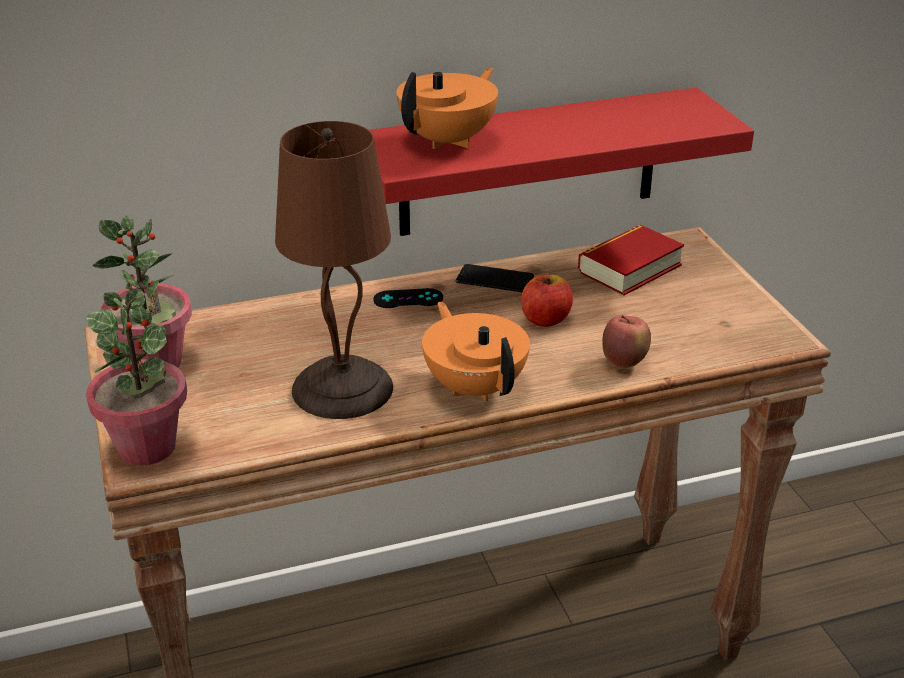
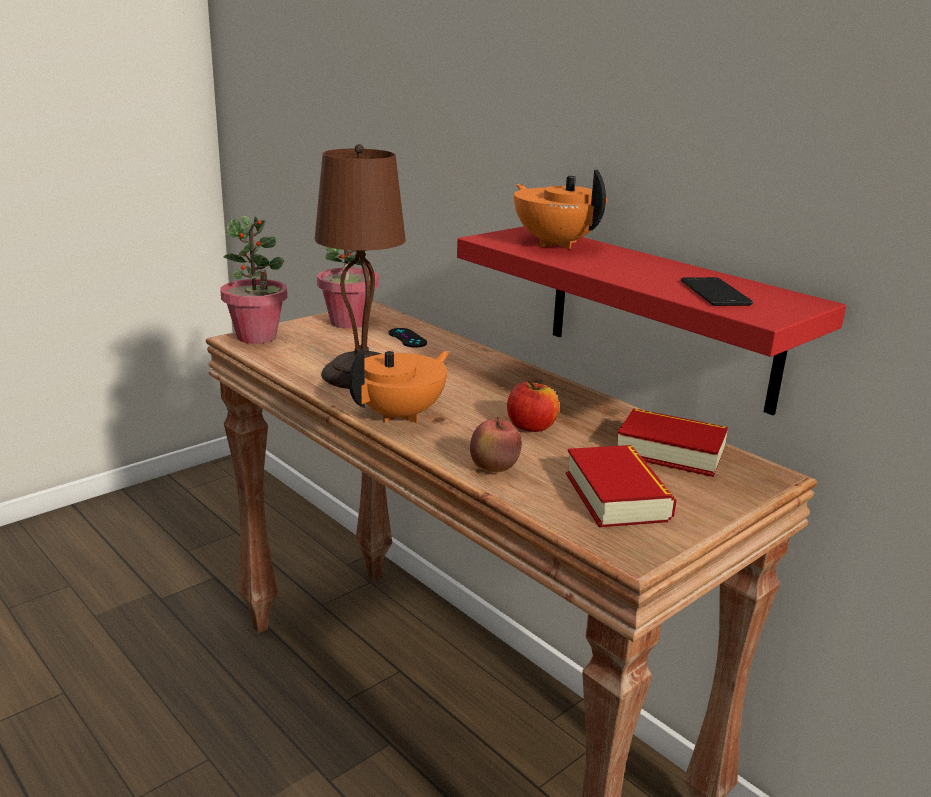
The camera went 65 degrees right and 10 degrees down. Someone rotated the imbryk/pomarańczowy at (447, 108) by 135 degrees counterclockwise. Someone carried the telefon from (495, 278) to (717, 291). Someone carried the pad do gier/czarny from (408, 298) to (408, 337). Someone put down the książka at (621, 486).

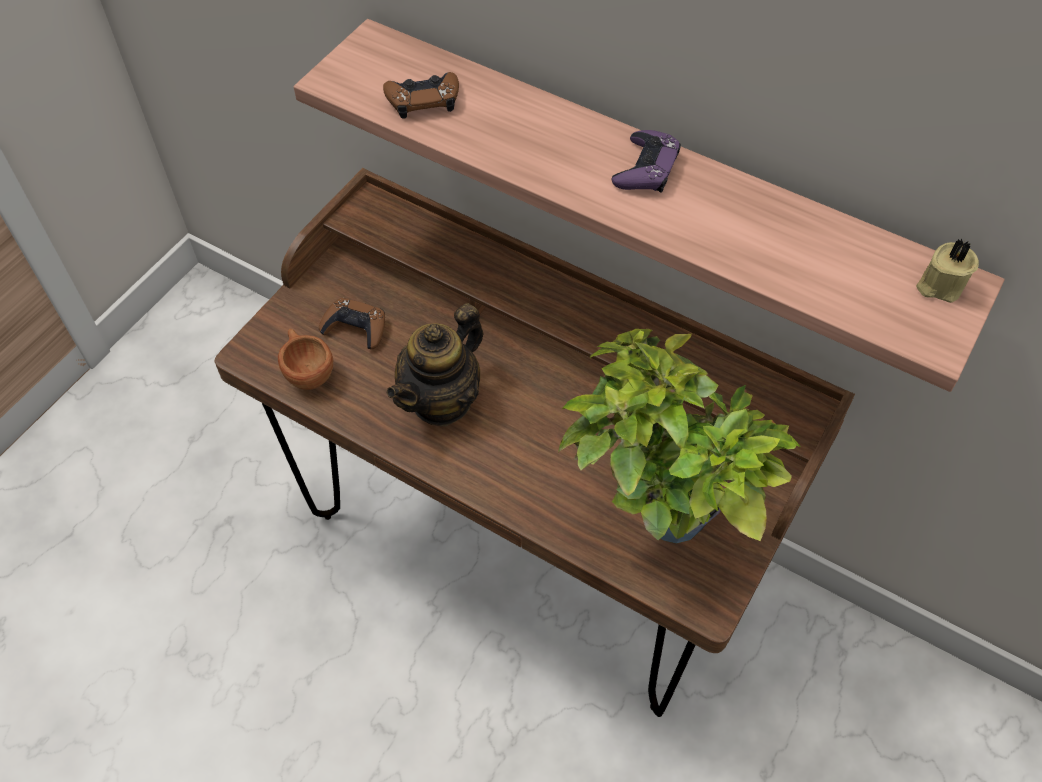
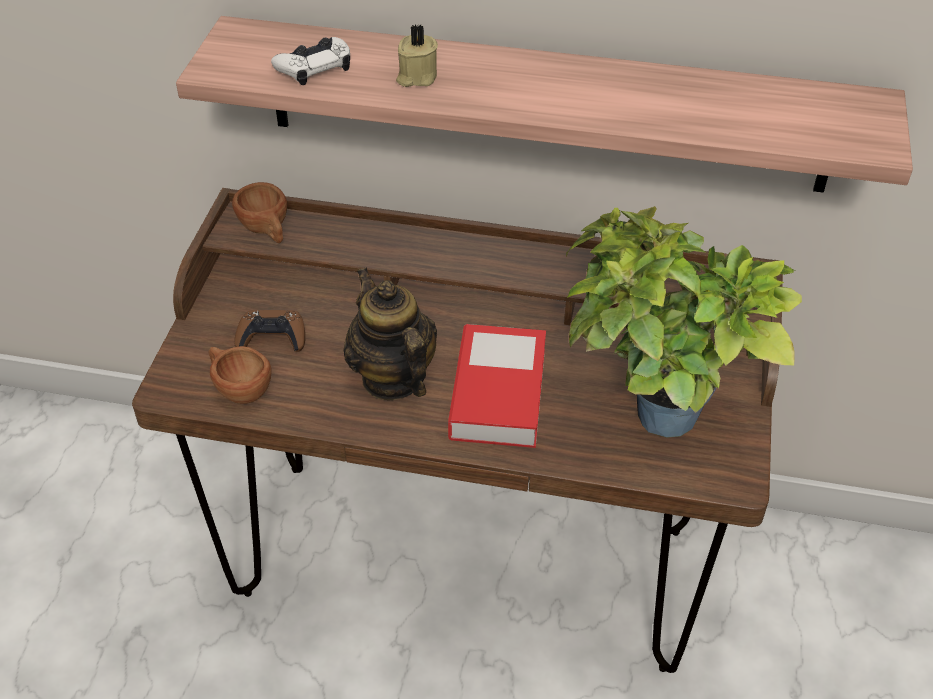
The camera went 20 degrees left and 10 degrees down. Someone repainted the pad do gier/brązowy at (421, 95), which became the pad do gier/biały at (310, 61). Someone took away the pad do gier/fioletowy at (646, 161). Someone carried the świeca/beżowy from (947, 270) to (417, 56). Someone rotated the imbryk at (435, 365) by 135 degrees clockwise. Someone put down the filiżanka/brązowy at (259, 212). Someone put down the książka at (497, 386).

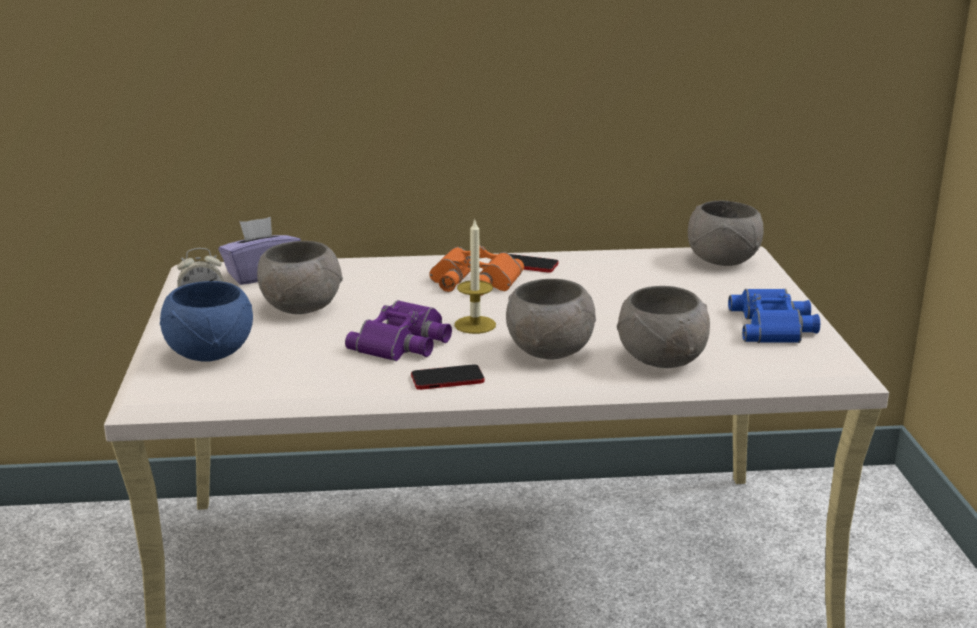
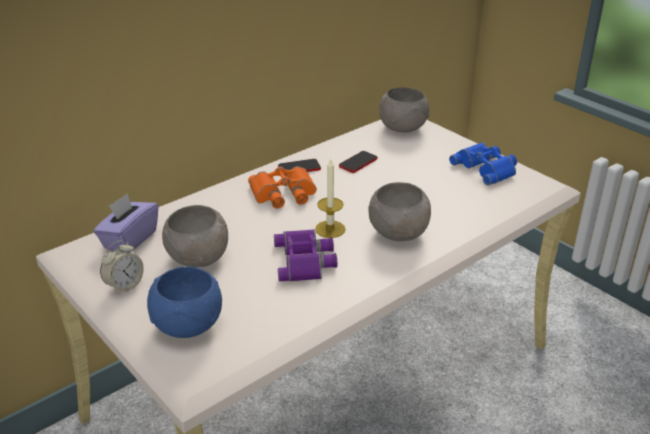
The camera went 35 degrees left and 10 degrees up. Someone took away the miska/szary at (663, 327). Someone carried the telefon from (448, 377) to (358, 162).

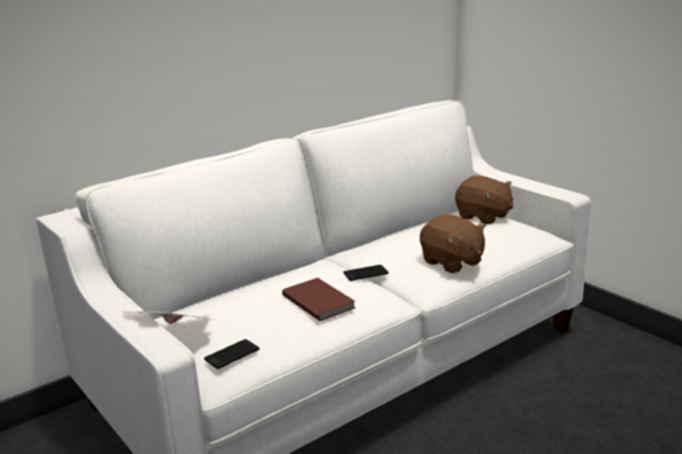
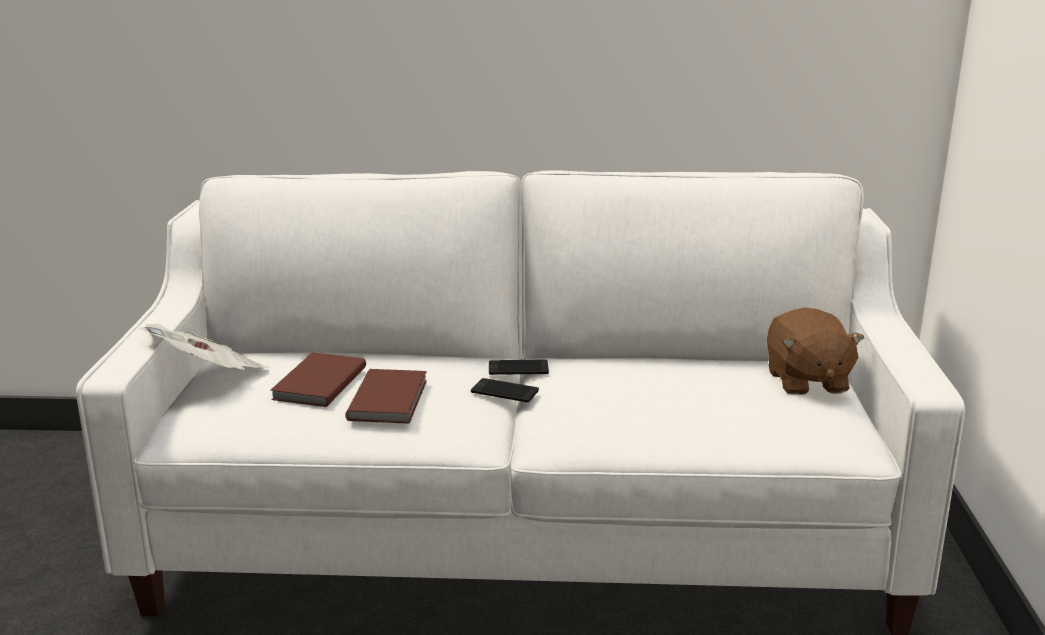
The camera went 40 degrees right and 0 degrees up. Someone took away the pluszak/brązowy at (453, 243). Someone carried the telefon from (231, 354) to (519, 367). Someone put down the książka/brązowy at (318, 379).

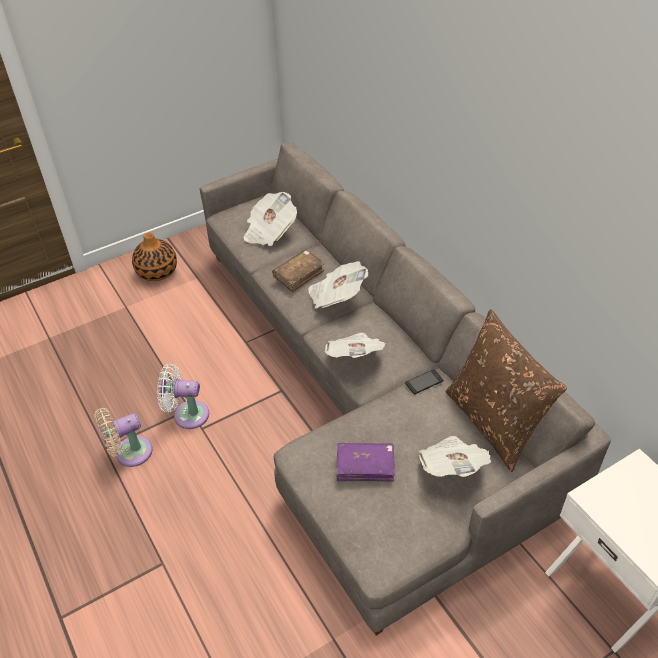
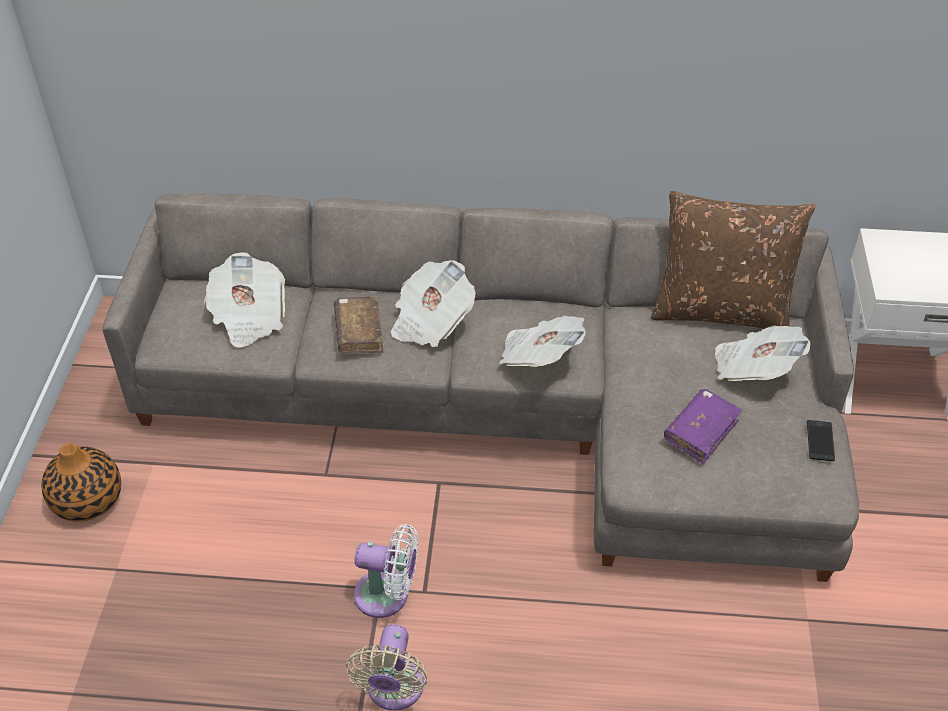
The camera went 55 degrees left and 0 degrees up. Someone rotated the wentylator/biały at (183, 396) by 120 degrees counterclockwise. Someone carried the telefon from (424, 381) to (821, 440).

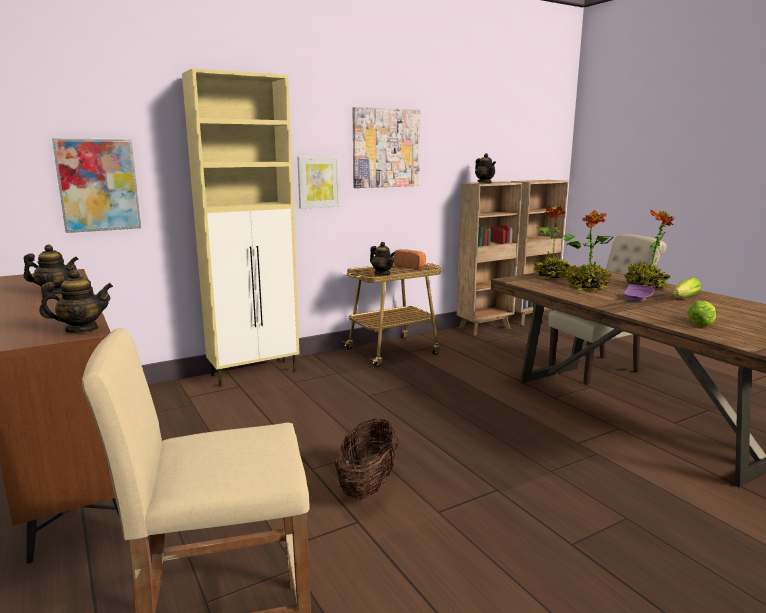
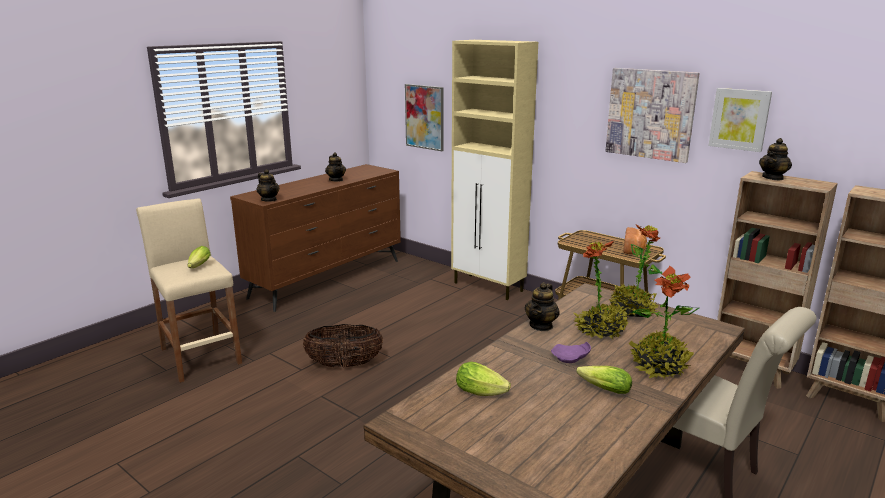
The camera went 70 degrees right and 5 degrees up. Someone carried the obraz from (318, 182) to (740, 120). Someone carried the imbryk from (382, 258) to (542, 306). Someone put down the sałata at (199, 257).

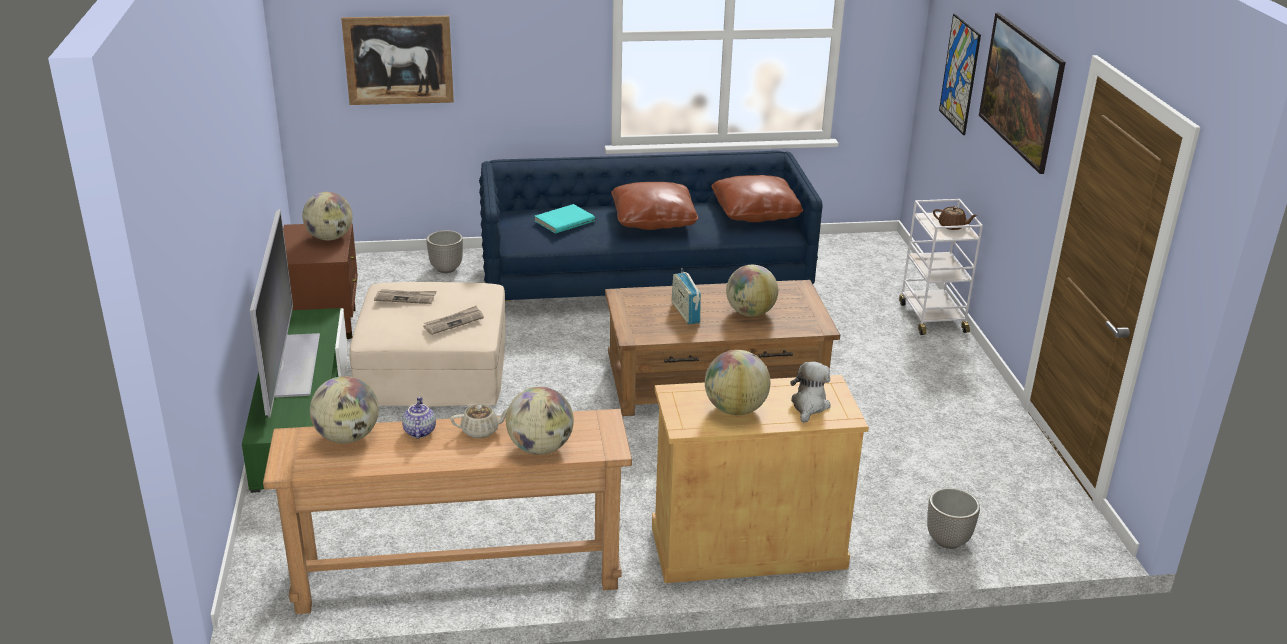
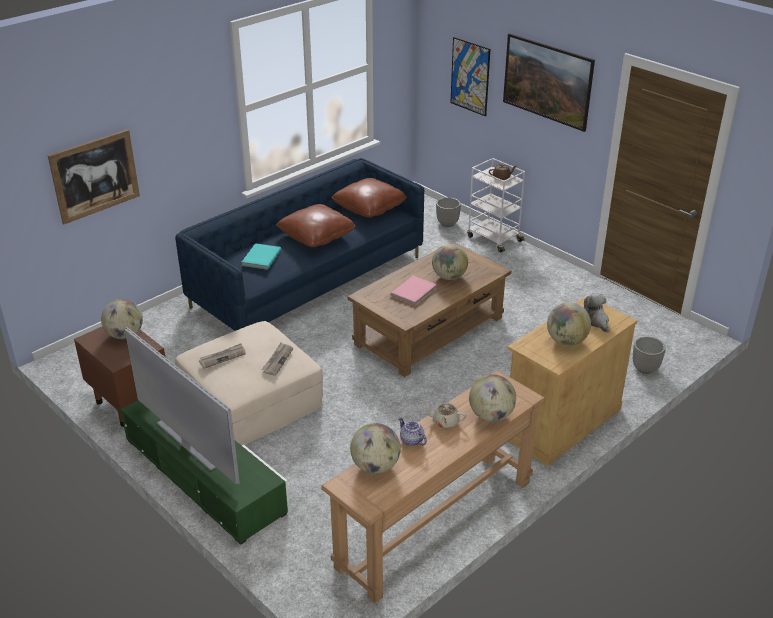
The camera went 35 degrees left and 5 degrees up. Someone carried the donica from (444, 251) to (448, 212). Someone swapped the radio at (686, 296) for the książka/różowy at (414, 291). Someone rotated the imbryk/beżowy at (479, 421) by 120 degrees counterclockwise.

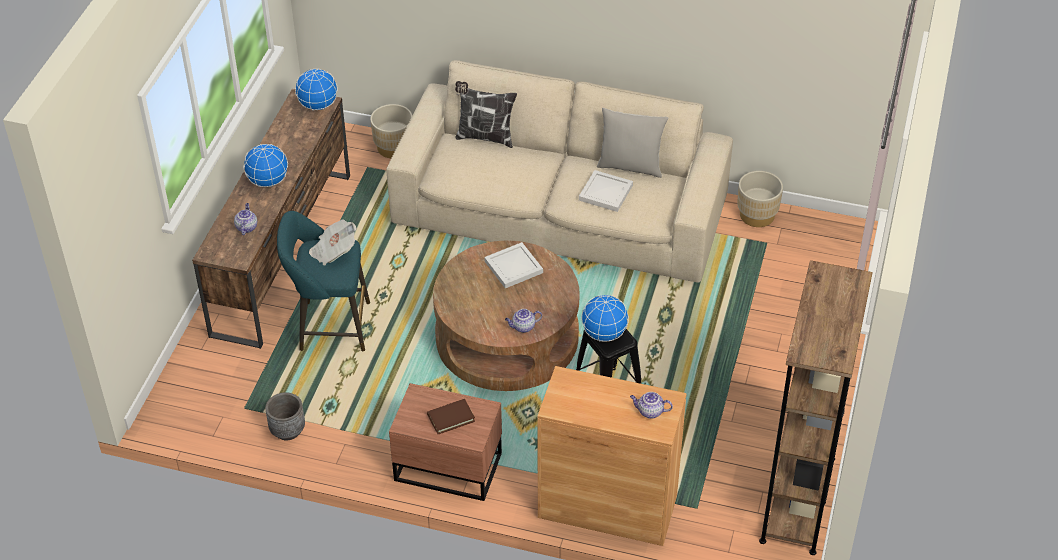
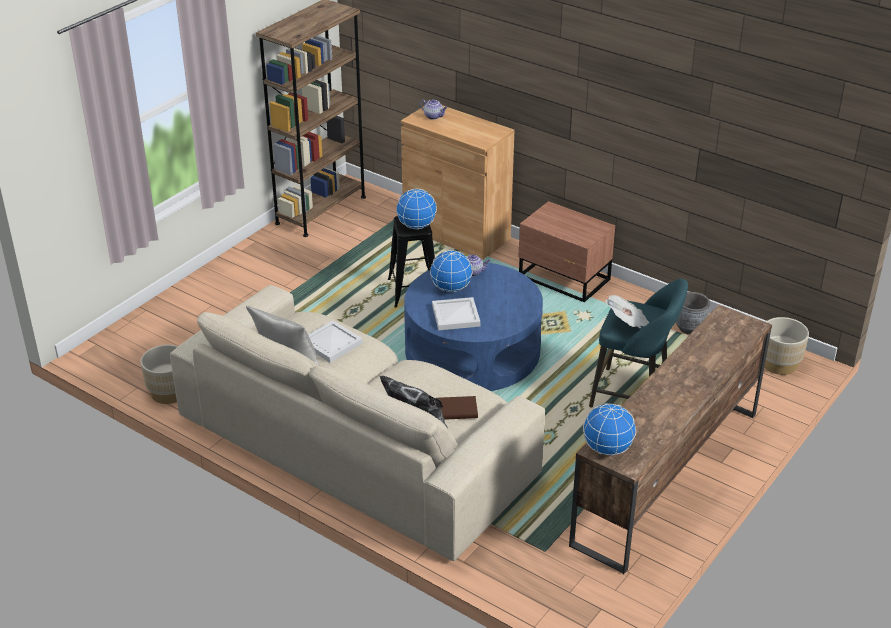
The camera went 160 degrees left and 10 degrees down. Someone carried the donica/beżowy from (391, 131) to (786, 346). Someone carried the globus from (266, 165) to (451, 271). Someone took away the imbryk at (245, 219). Someone repainted the ława/brązowy at (506, 316), which became the ława/niebieski at (473, 326). Someone carried the książka/brązowy from (451, 416) to (457, 408).

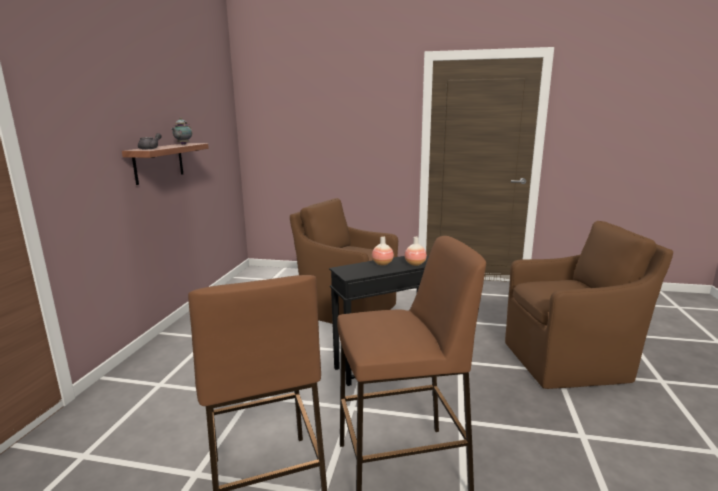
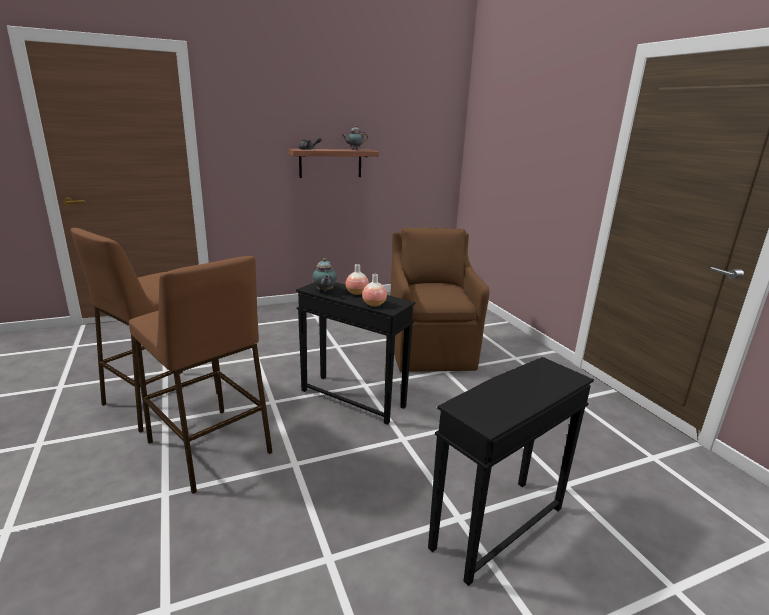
The camera went 55 degrees right and 5 degrees up. Someone swapped the fotel/brązowy at (589, 305) for the stolik/czarny at (511, 471). Someone put down the imbryk at (324, 275).

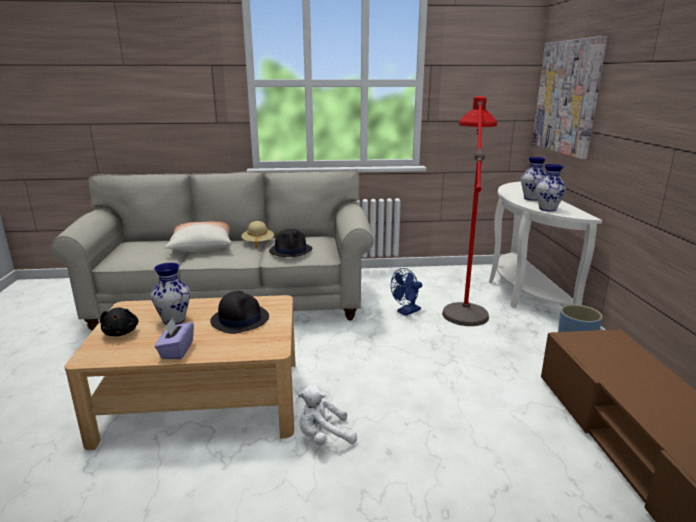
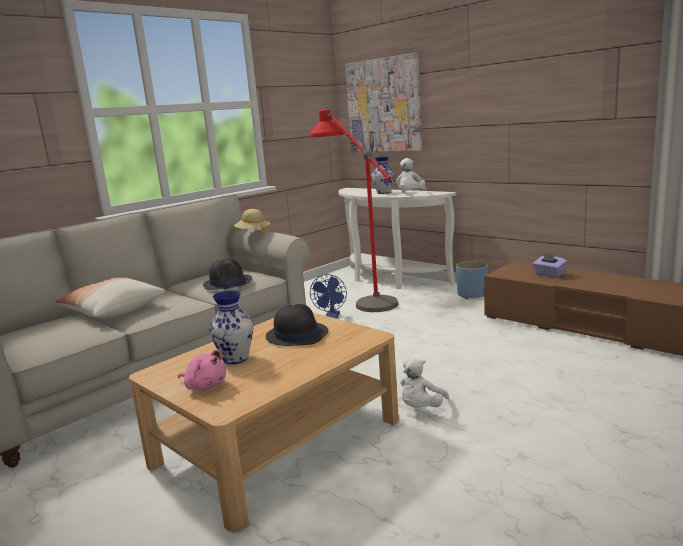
The camera went 40 degrees left and 5 degrees down. Someone swapped the wazon at (551, 187) for the pluszak/biały at (411, 175). Someone carried the kapelusz/beżowy from (257, 234) to (252, 222). Someone repainted the pluszak/czarny at (119, 321), which became the pluszak/różowy at (202, 369). Someone carried the pudełko chusteczek/fioletowy from (174, 338) to (550, 265).

